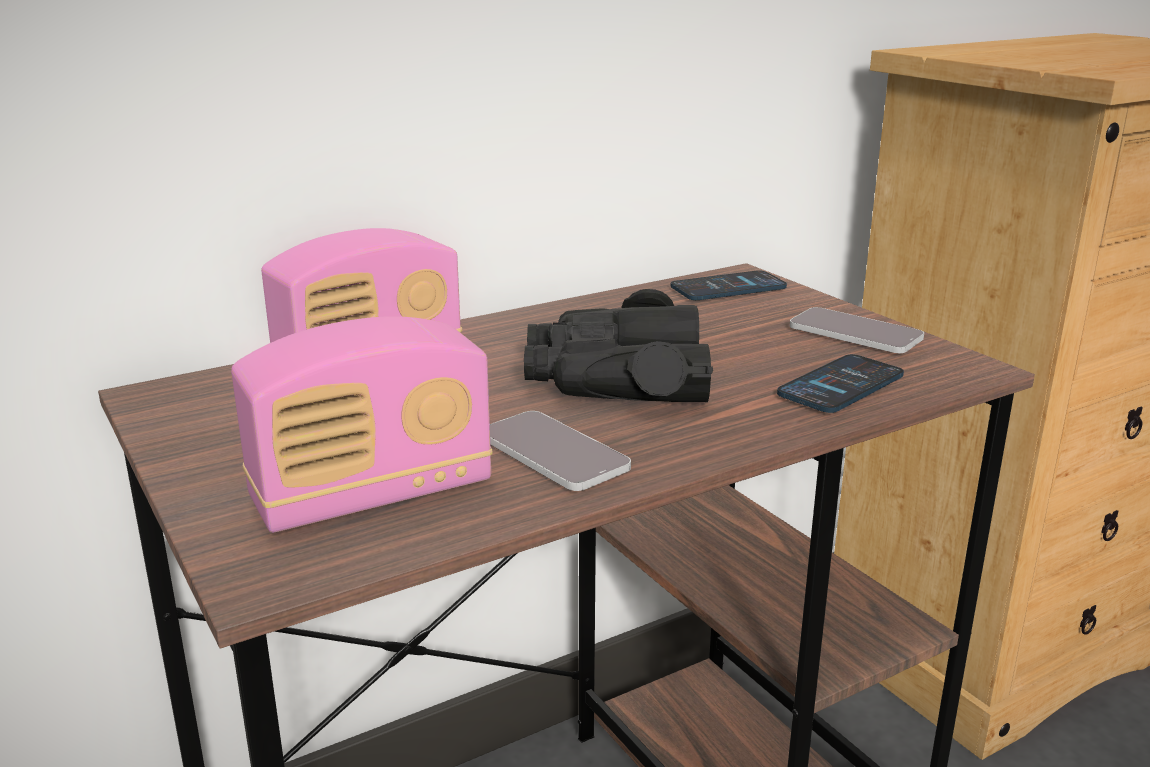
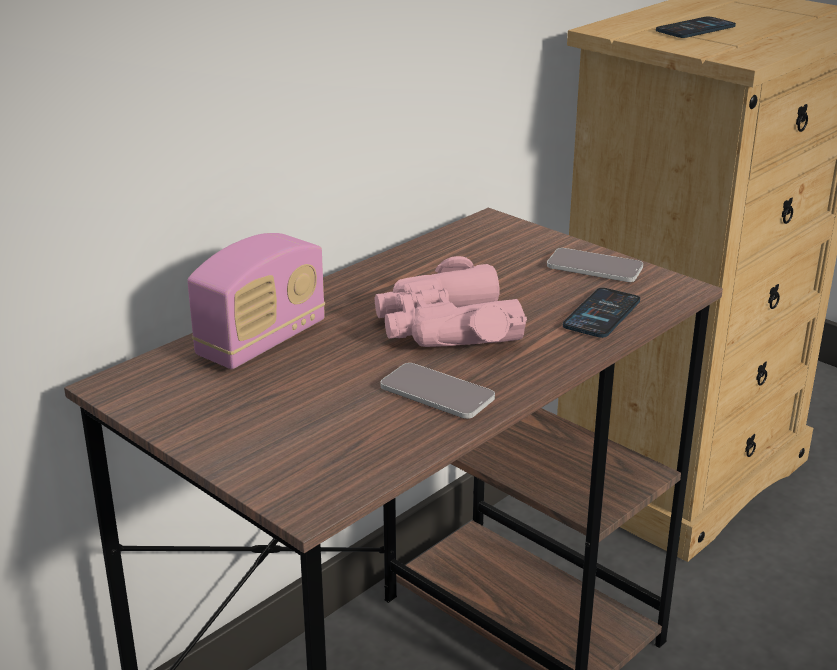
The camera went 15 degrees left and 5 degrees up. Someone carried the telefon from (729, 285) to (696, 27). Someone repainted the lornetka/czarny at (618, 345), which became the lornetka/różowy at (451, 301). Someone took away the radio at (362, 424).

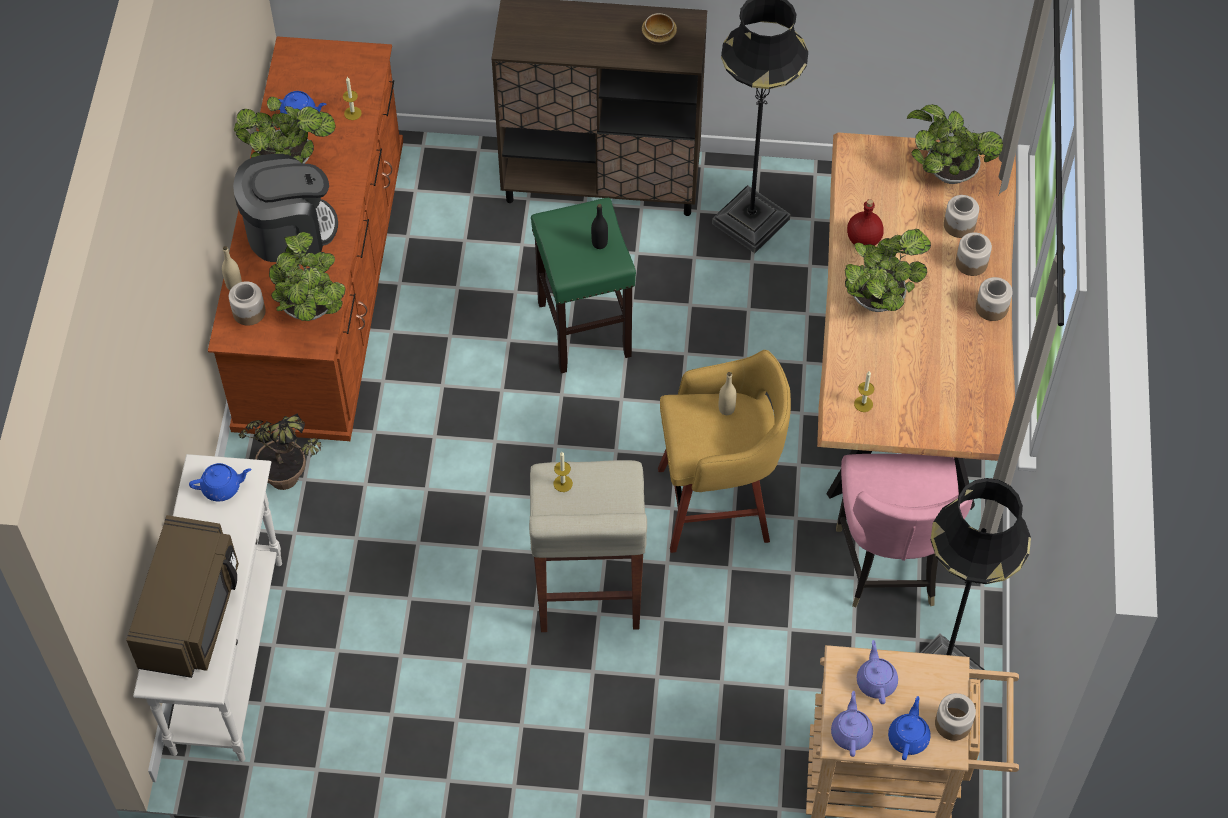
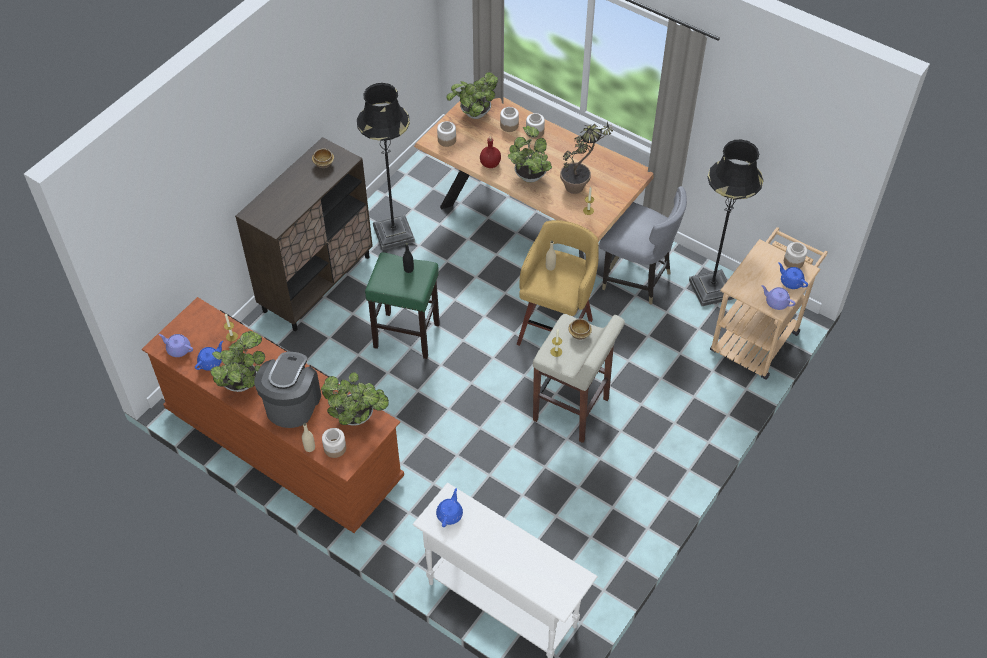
The camera went 60 degrees left and 5 degrees down. Someone carried the słoik from (994, 299) to (446, 134). Someone carried the roślina doniczkowa from (280, 451) to (588, 158). Someone repainted the krzesło/różowy at (904, 530), which became the krzesło/szary at (643, 245). Someone took away the mikrofalówka/brązowy at (182, 596). Someone carried the imbryk/fioletowy from (877, 672) to (175, 345). Someone put down the miska at (580, 329).

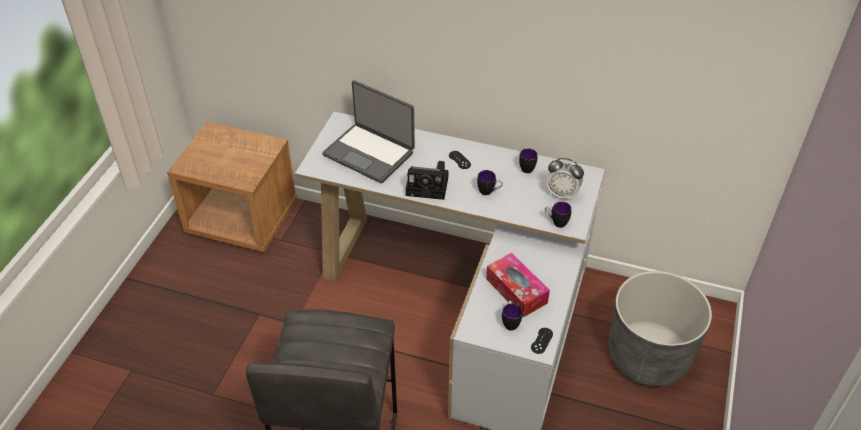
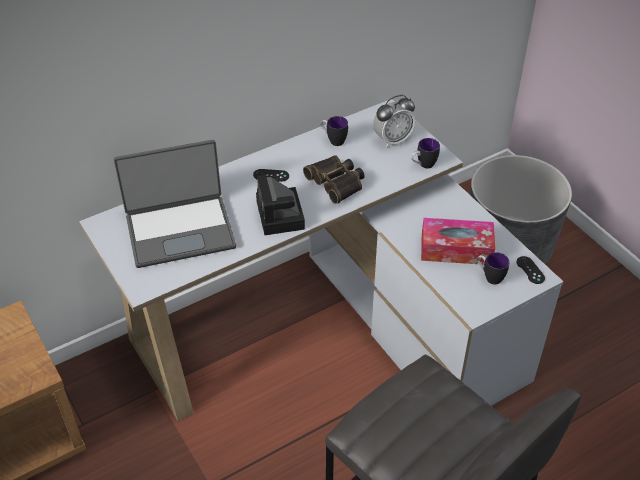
The camera went 50 degrees left and 0 degrees up. Someone rotated the aparat fotograficzny at (427, 180) by 120 degrees clockwise. Someone swapped the kubek at (490, 182) for the lornetka at (334, 179).

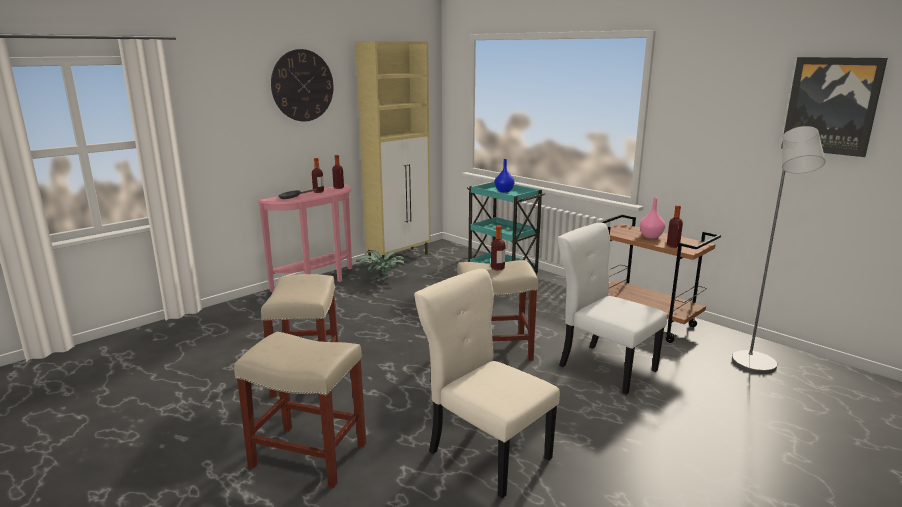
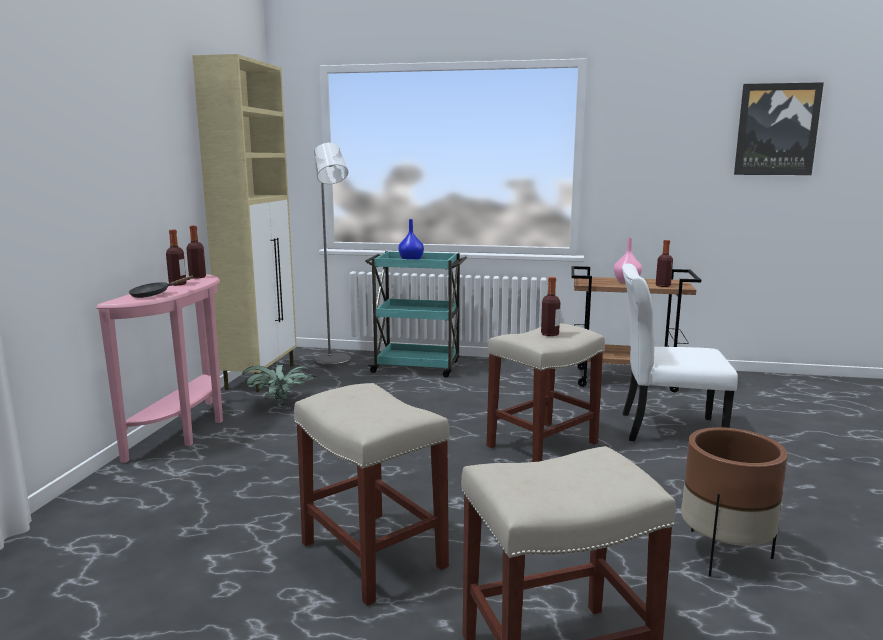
The camera went 35 degrees left and 5 degrees down. Someone took away the zegar ścienny at (302, 85). Someone carried the lampa stojąca/szary from (779, 250) to (332, 255). Someone swapped the krzesło/beżowy at (487, 384) for the donica/brązowy at (734, 502).

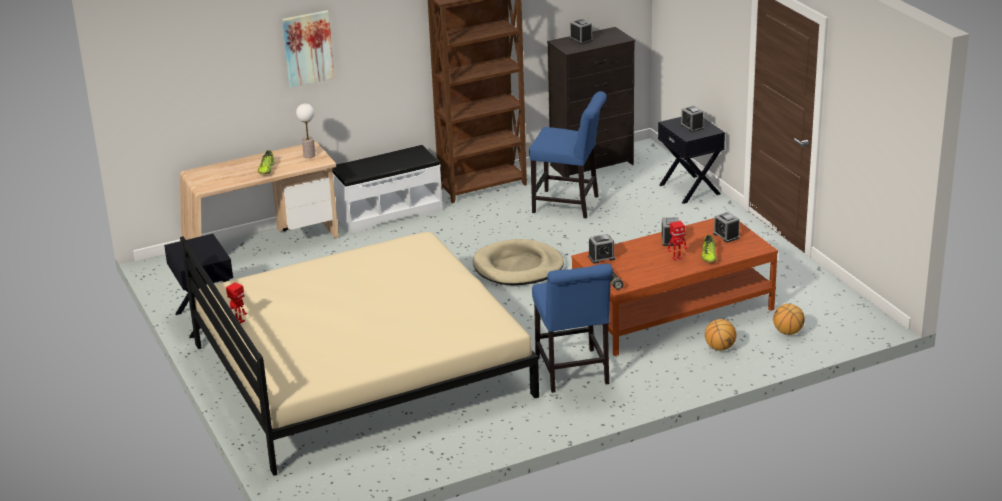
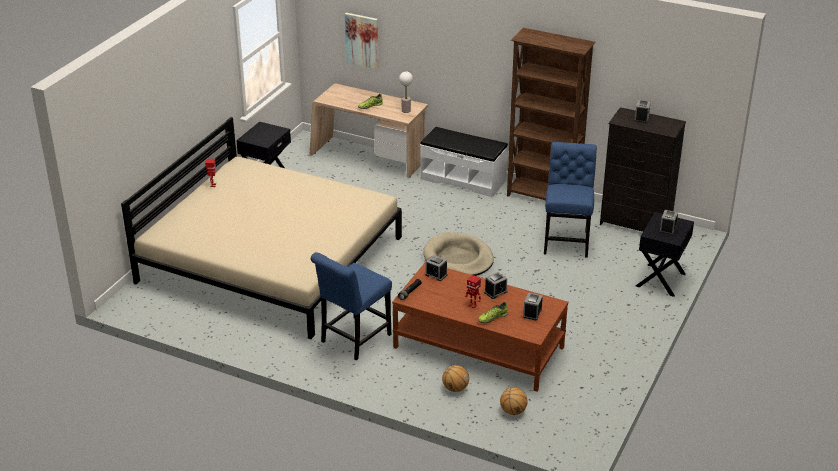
The camera went 50 degrees right and 5 degrees up. Someone carried the obraz from (308, 49) to (362, 41). Someone rotated the krzesło/niebieski at (568, 154) by 150 degrees counterclockwise.

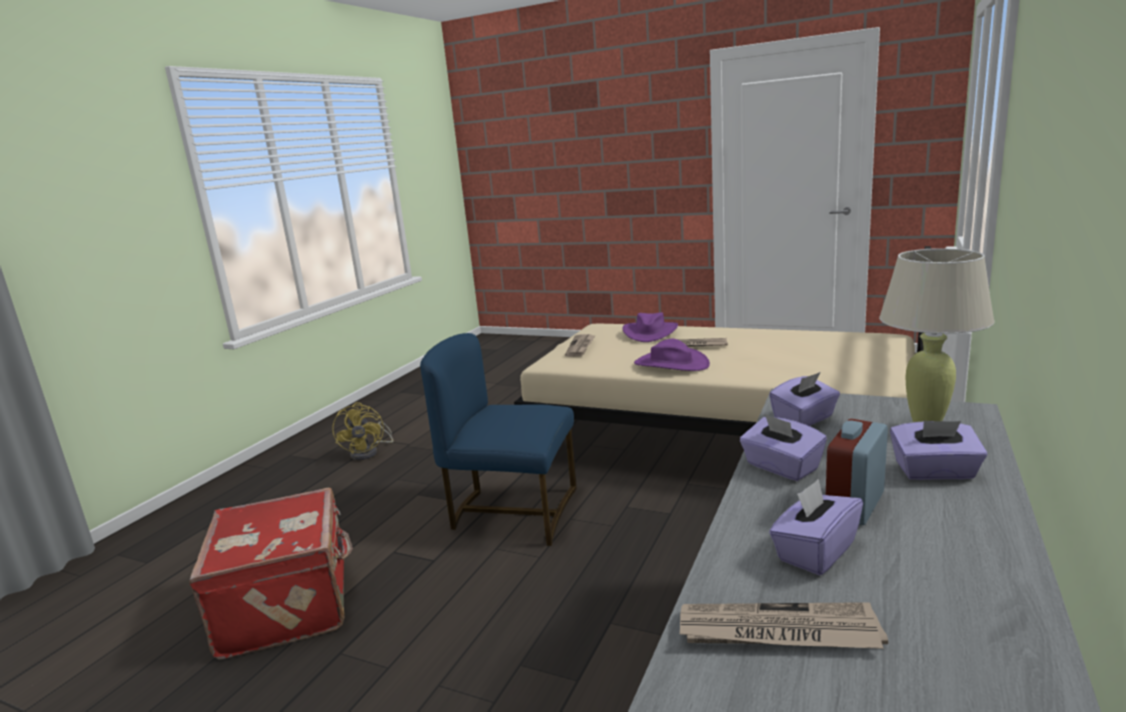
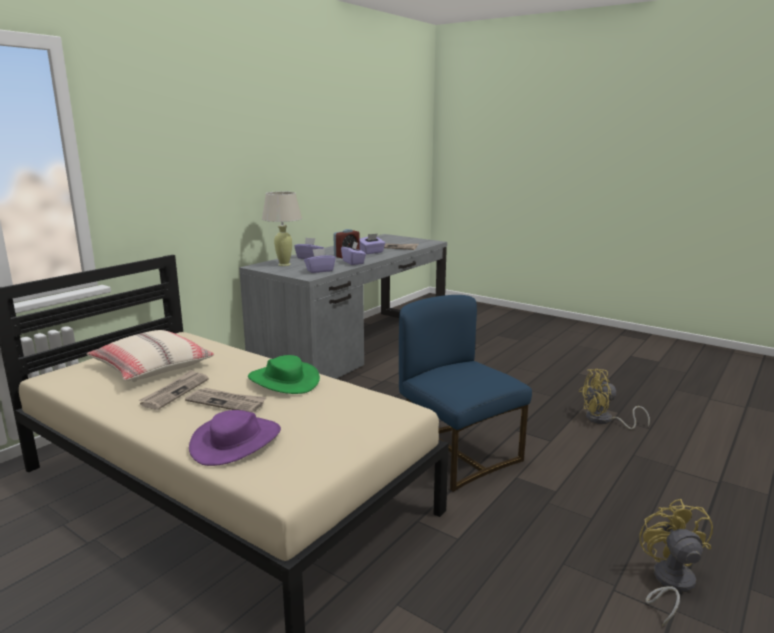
The camera went 170 degrees left and 0 degrees up. Someone rotated the krzesło/niebieski at (498, 439) by 150 degrees counterclockwise. Someone carried the gazeta from (580, 345) to (173, 390). Someone repainted the kapelusz/fioletowy at (672, 355), which became the kapelusz/zielony at (284, 374). Someone swapped the walizka/czerwony at (271, 573) for the wentylator/żółty at (614, 399). Someone put down the poduszka/beżowy at (150, 356).

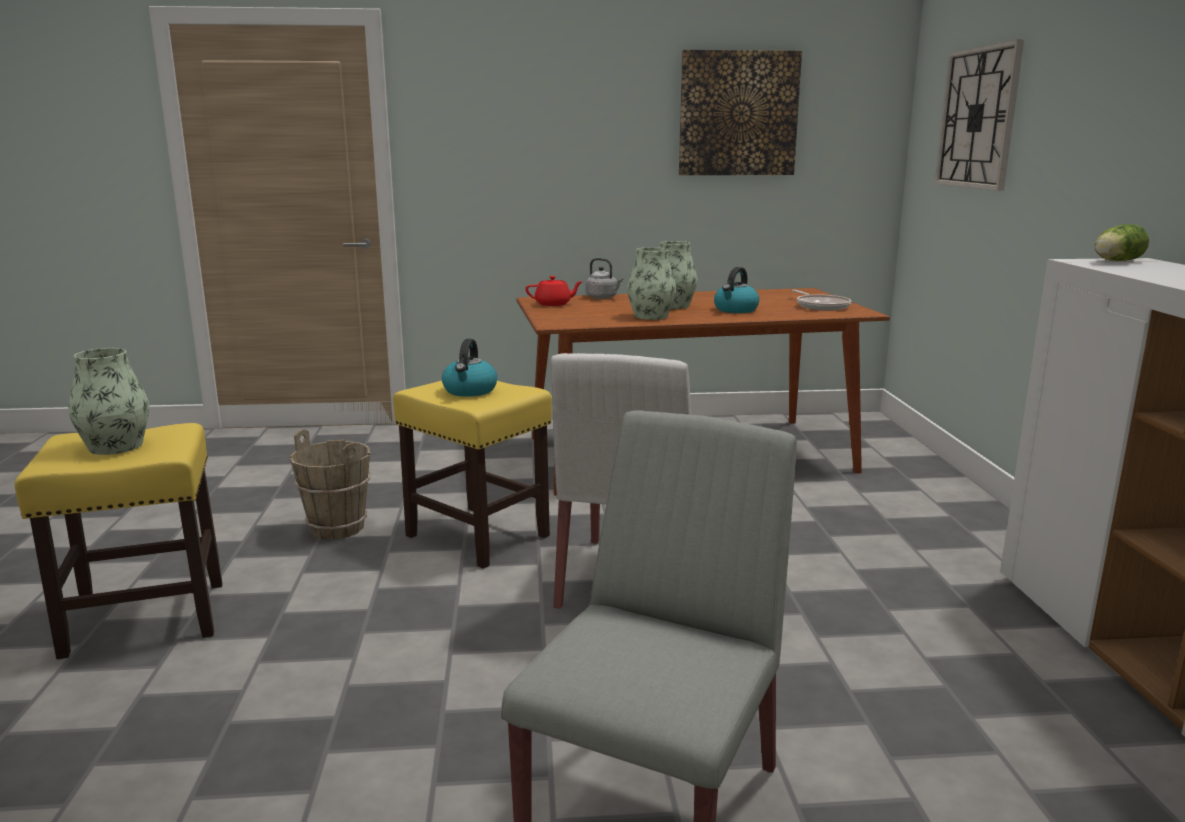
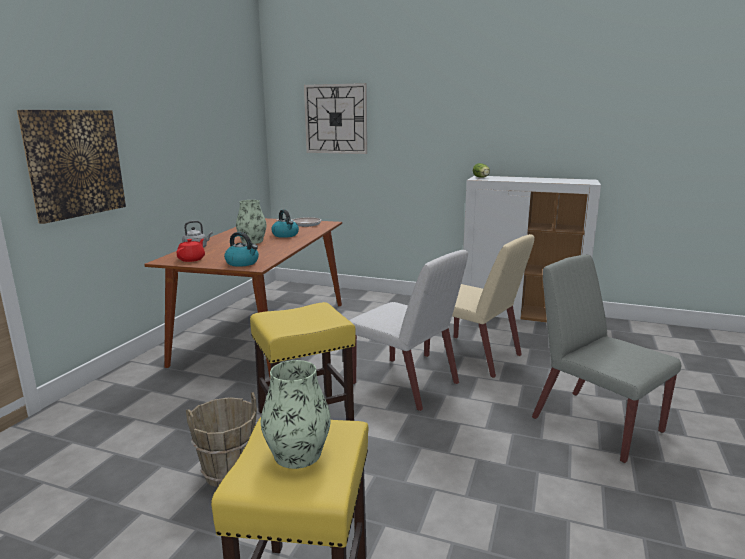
The camera went 65 degrees left and 0 degrees up. Someone carried the obraz from (740, 112) to (71, 167). Someone took away the wazon at (651, 283). Someone carried the czajnik from (470, 368) to (241, 249). Someone put down the krzesło/beżowy at (479, 306).

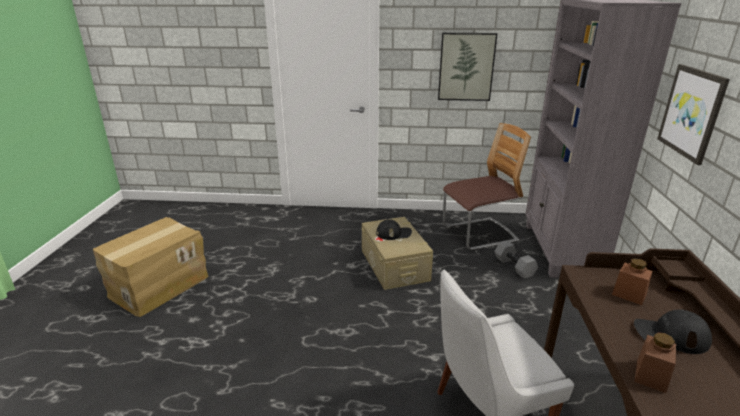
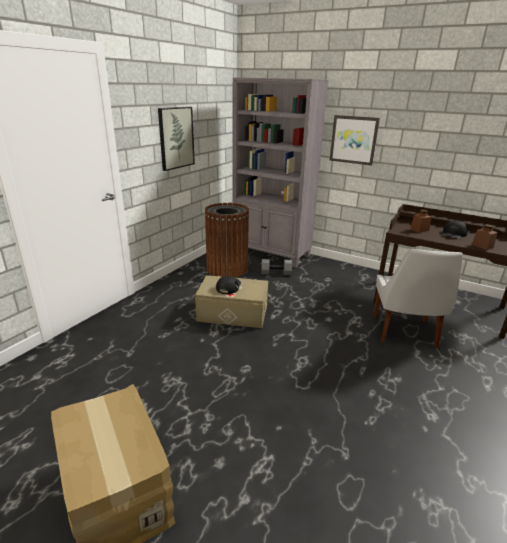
The camera went 65 degrees left and 0 degrees up. Someone swapped the krzesło at (487, 186) for the kosz na śmieci/brązowy at (226, 240).

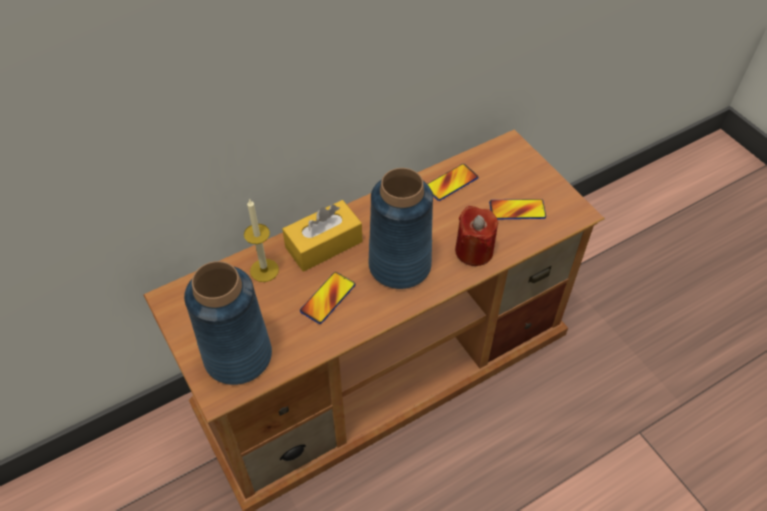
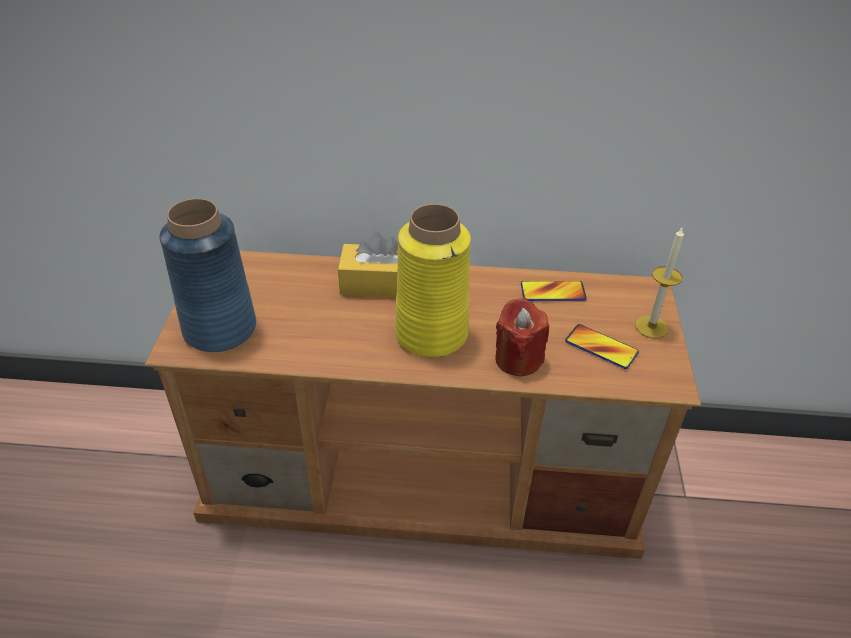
The camera went 35 degrees right and 10 degrees down. Someone repainted the wazon/niebieski at (401, 228), which became the wazon/żółty at (433, 280). Someone carried the świeca from (261, 240) to (659, 282). Someone took away the telefon at (327, 298).

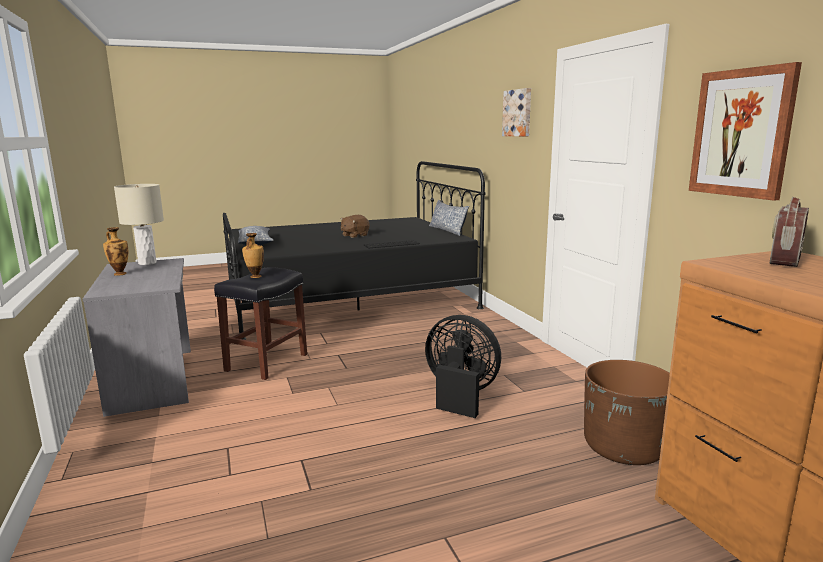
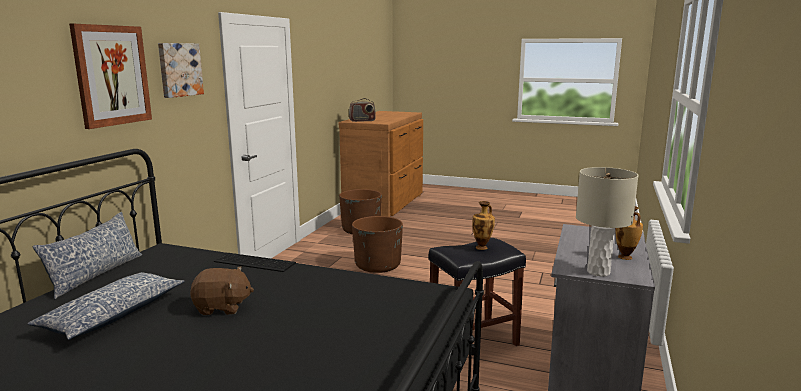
The camera went 140 degrees left and 0 degrees up. Someone carried the obraz from (745, 131) to (110, 76). Someone carried the poduszka from (256, 235) to (106, 306). Someone swapped the wentylator/czarny at (463, 366) for the donica/brązowy at (377, 244).

